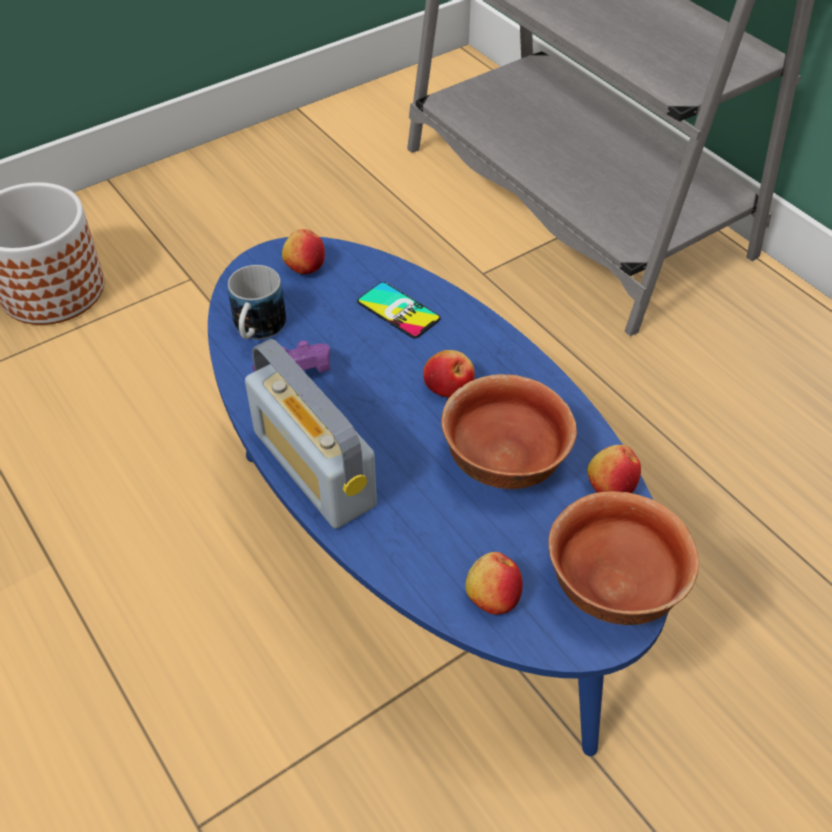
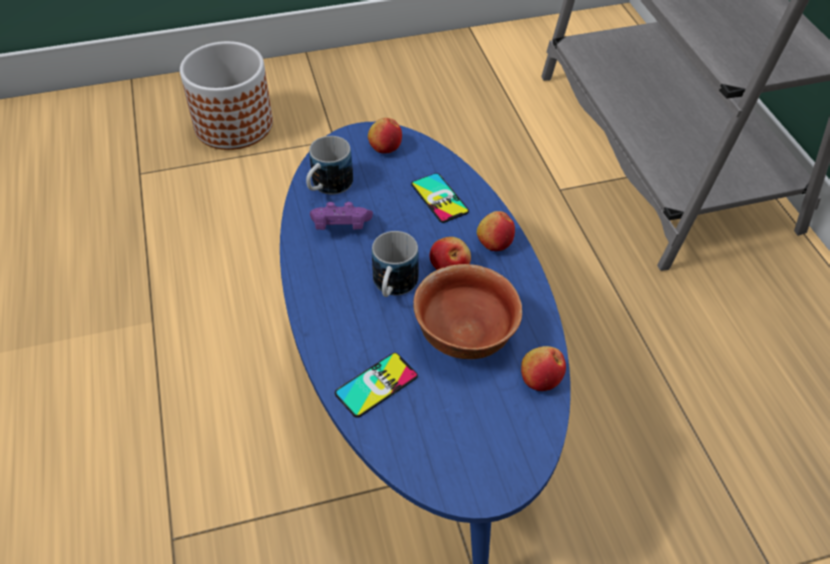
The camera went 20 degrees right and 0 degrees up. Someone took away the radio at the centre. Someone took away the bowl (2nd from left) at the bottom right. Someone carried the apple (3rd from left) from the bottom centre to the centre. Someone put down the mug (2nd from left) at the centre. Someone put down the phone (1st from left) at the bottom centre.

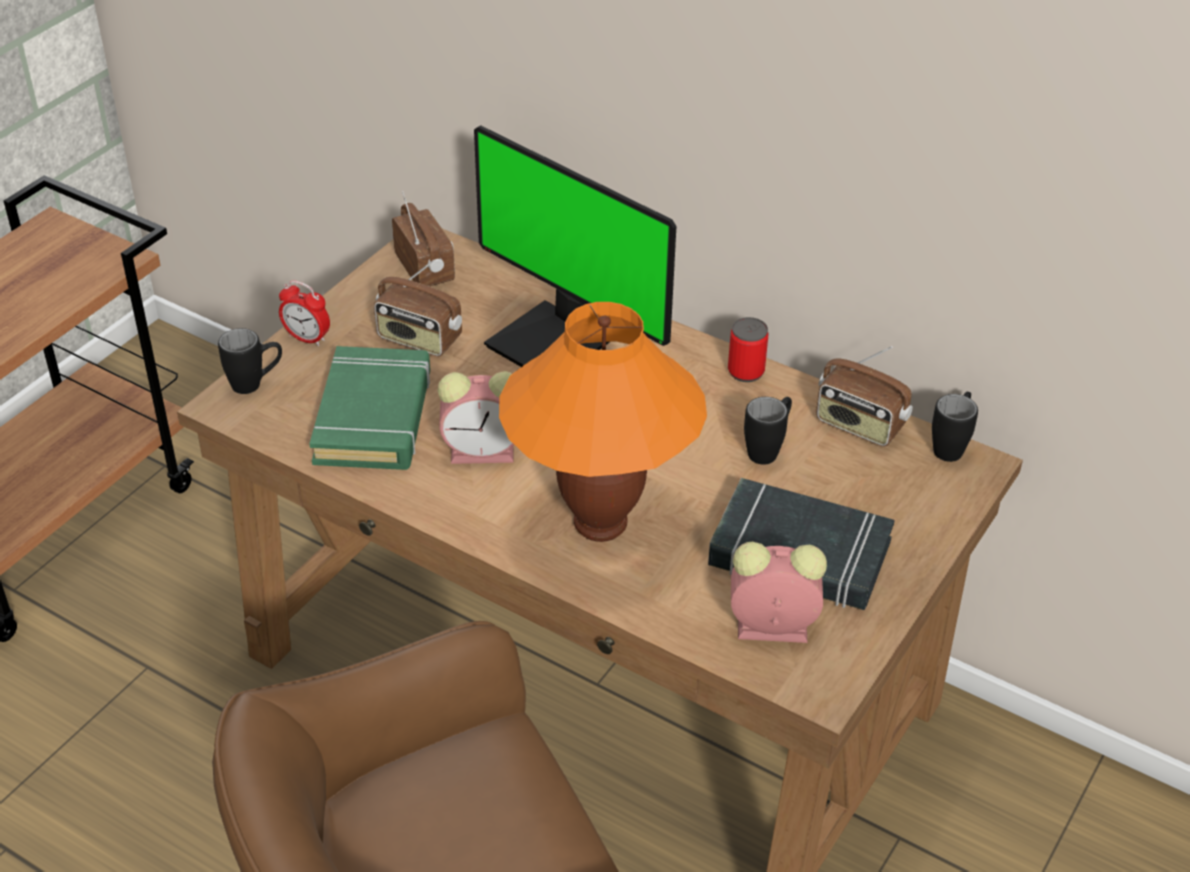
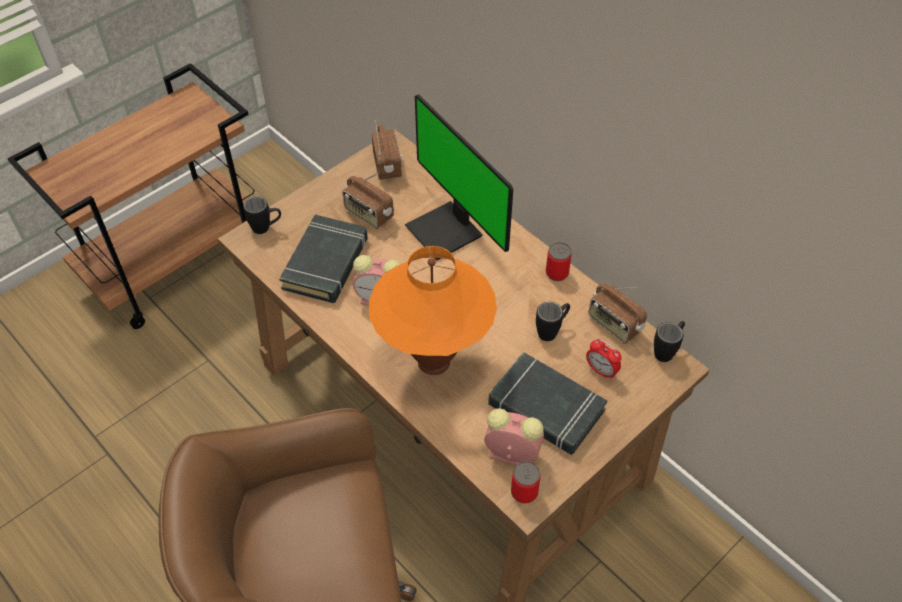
The camera went 15 degrees right and 10 degrees up. Someone carried the alarm clock (1st from left in the first image) from the middle left to the middle right. Someone repainted the book/green at the middle left, which became the book/black (1st from left) at the centre. Someone put down the can (1st from left) at the bottom centre.

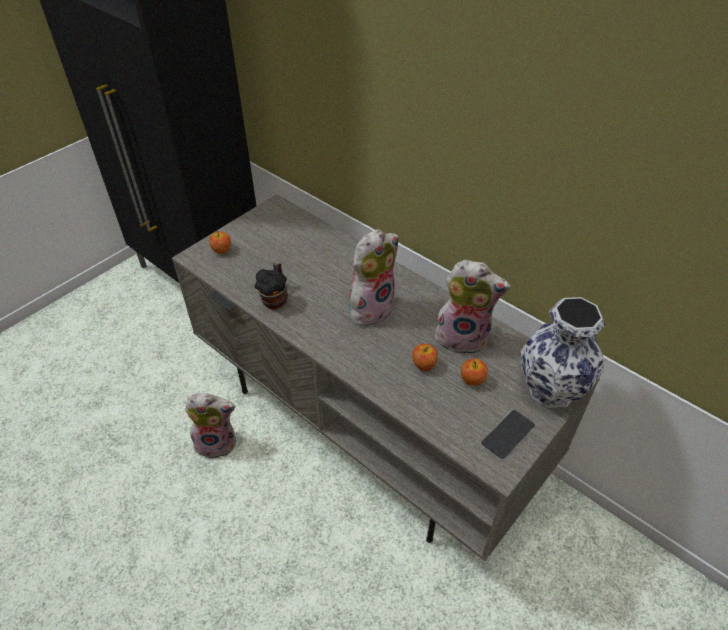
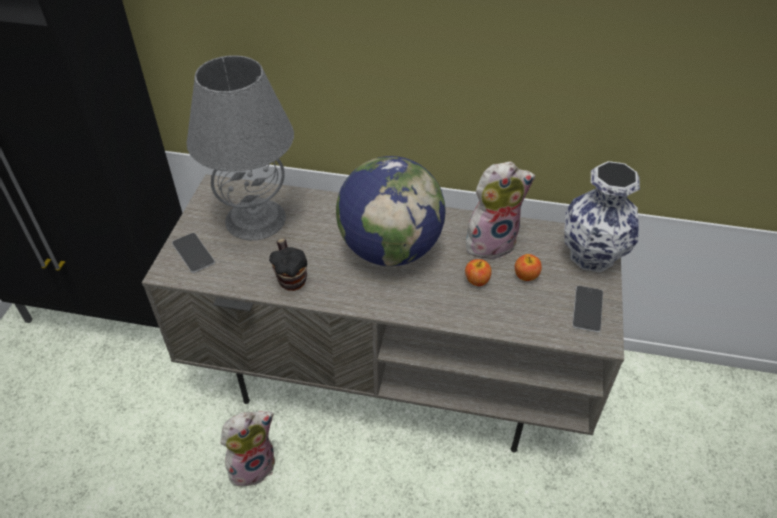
The camera went 30 degrees left and 0 degrees up. Someone swapped the plush toy (2nd from left) at the centre for the globe at the centre. Someone swapped the apple (1st from left) at the middle left for the phone (1st from left) at the middle left. Someone put down the table lamp/grey at the top left.

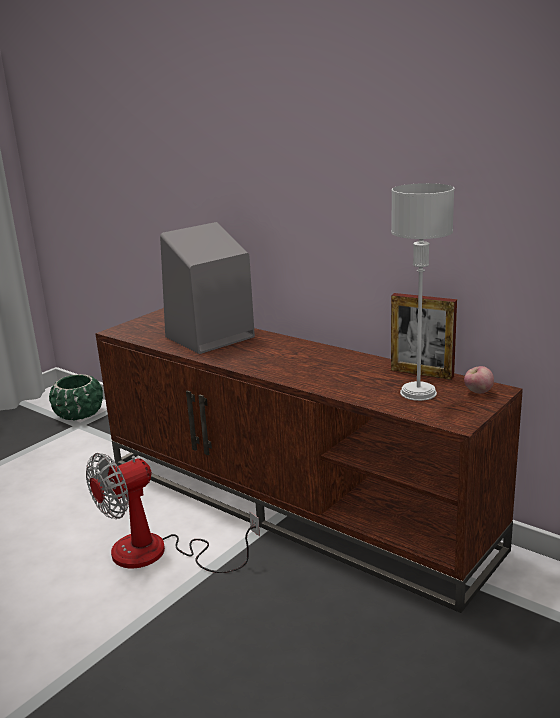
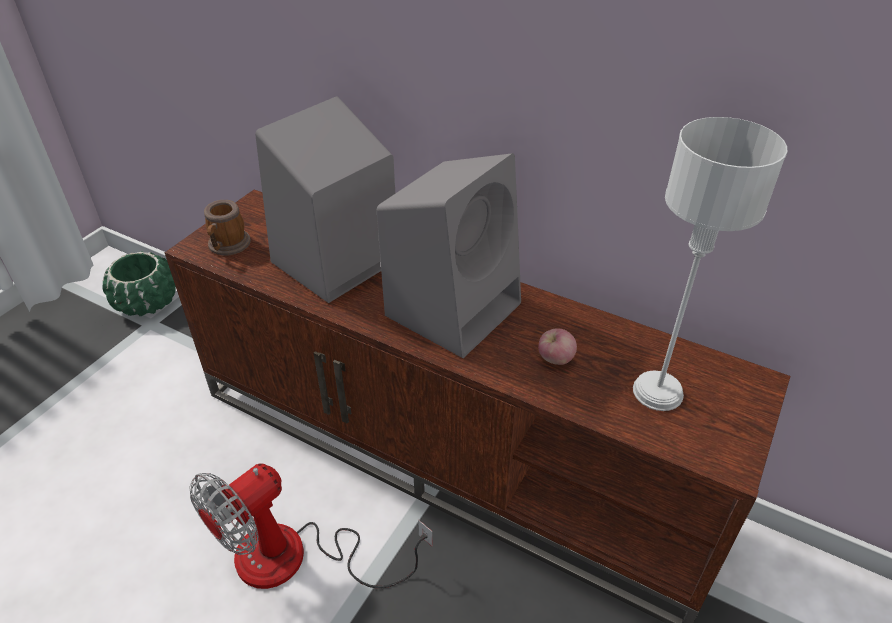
The camera went 10 degrees left and 20 degrees up. Someone took away the picture frame at the middle right. Someone carried the apple from the middle right to the centre. Someone put down the speaker/grey (2nd from left) at the centre. Someone put down the mug at the middle left.

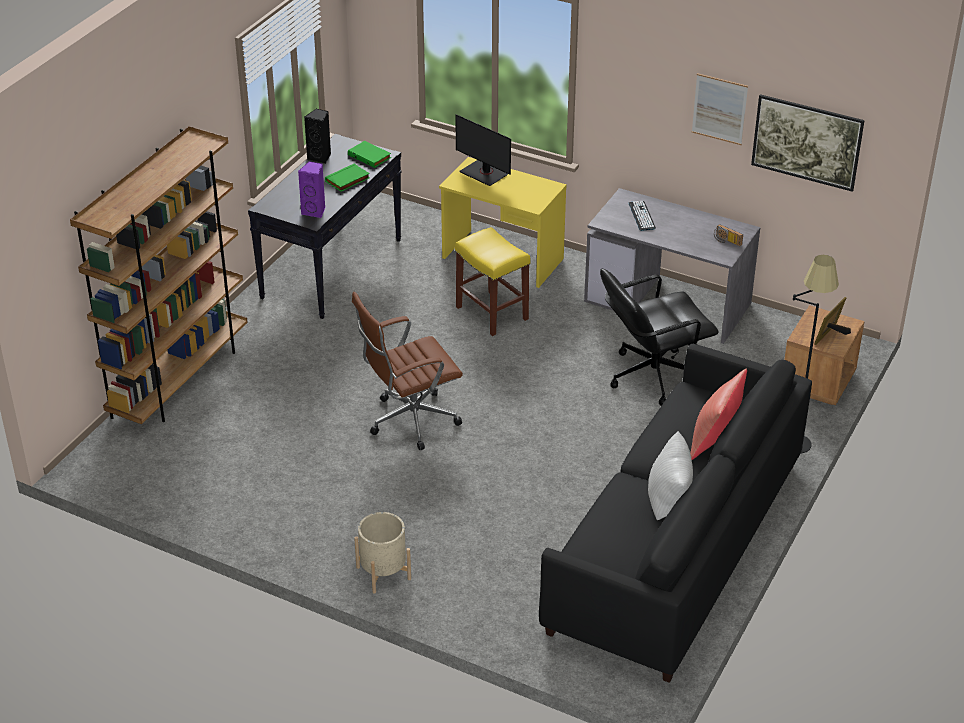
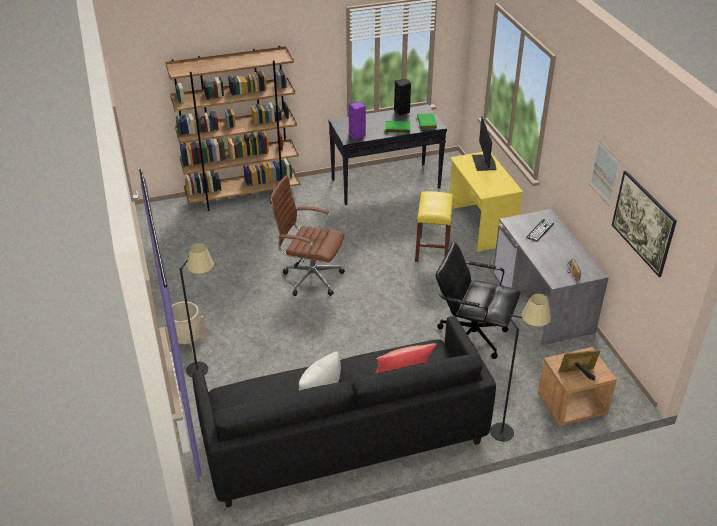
The camera went 45 degrees right and 0 degrees up. Someone put down the floor lamp/black (1st from left) at the middle left.

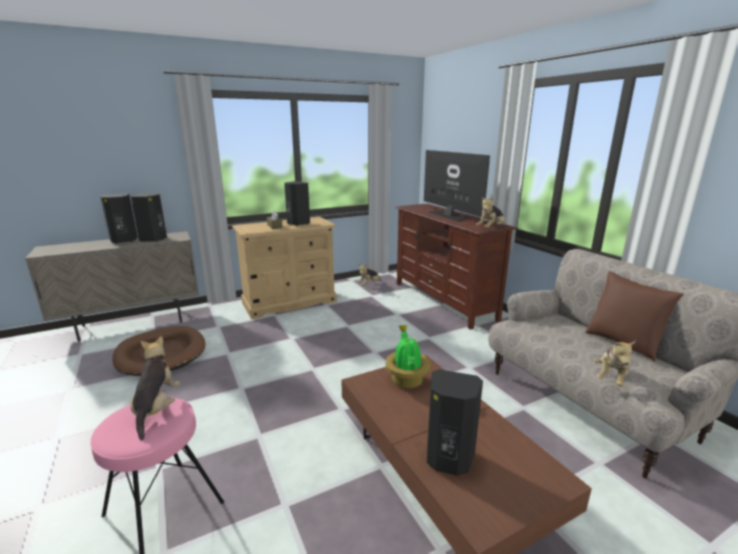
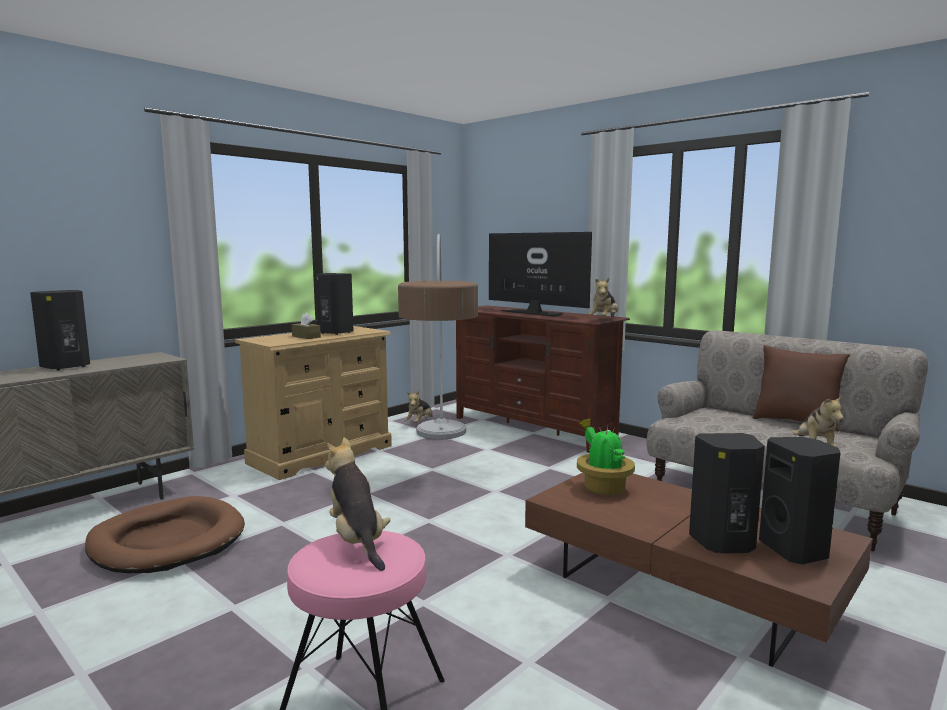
The camera went 20 degrees left and 10 degrees down. Someone carried the speaker/black (2nd from left in the first image) from the middle left to the bottom right. Someone put down the floor lamp at the centre.

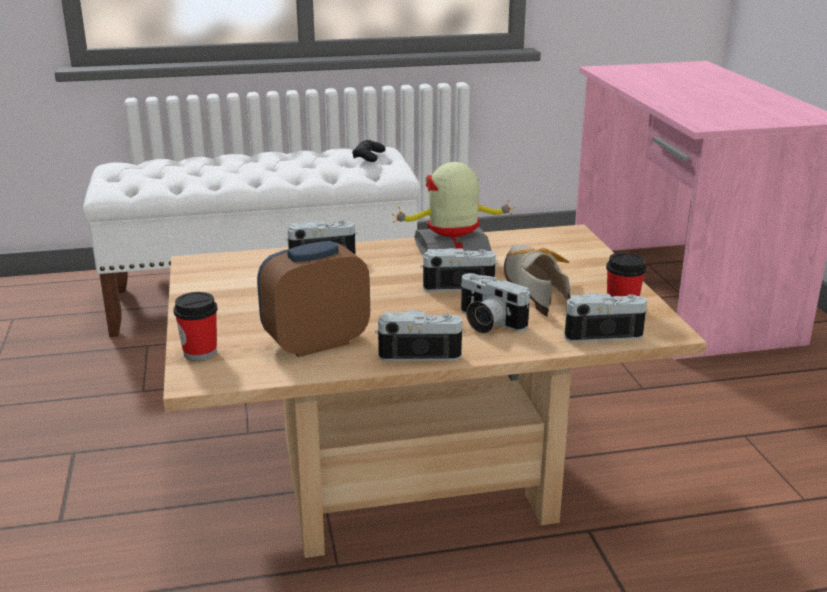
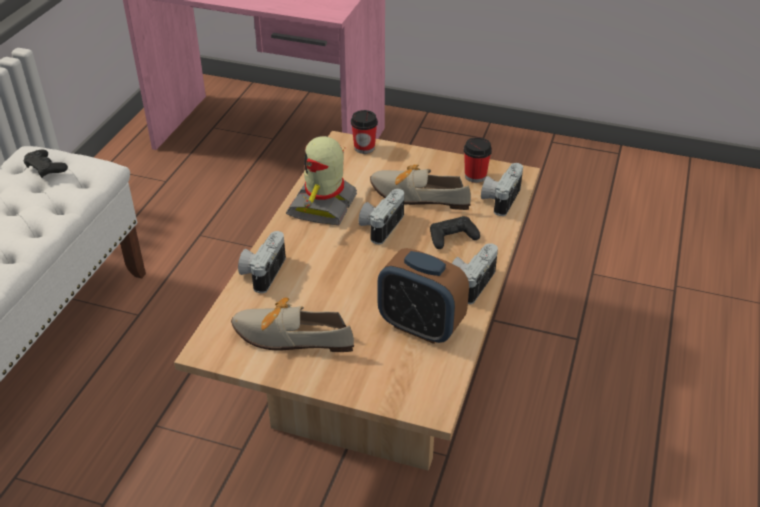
The camera went 60 degrees left and 15 degrees up. Someone rotated the alarm clock at the centre by 60 degrees counterclockwise. Someone swapped the photo camera (4th from left) at the centre for the game controller/black (2nd from left) at the centre. Someone carried the cup (1st from left) from the middle left to the top centre. Someone put down the shoe (1st from left) at the centre.

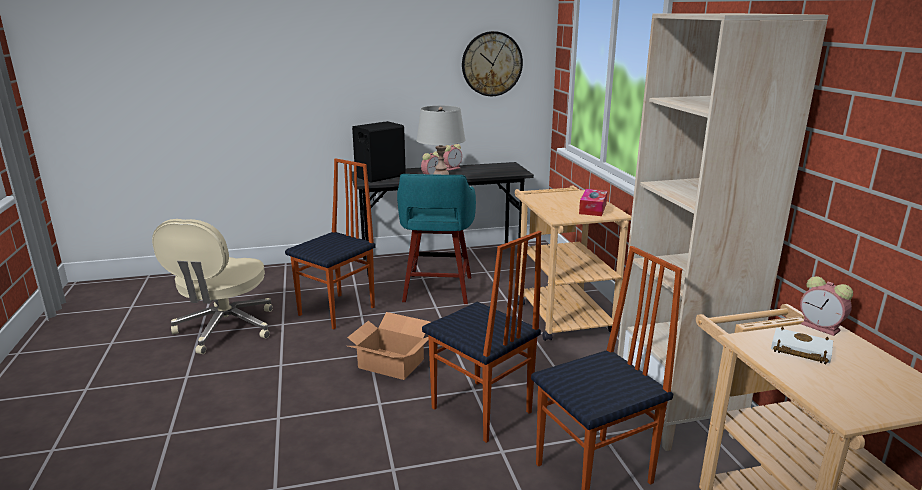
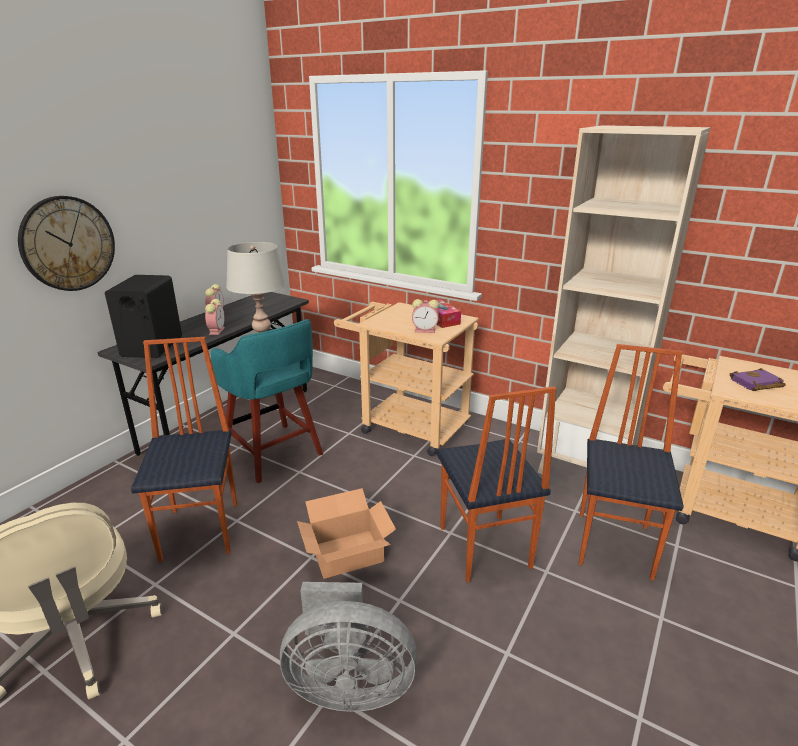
The camera went 45 degrees left and 5 degrees up. Someone carried the wall clock from the top centre to the top left. Someone rotated the chair (2nd from left) at the bottom centre by 75 degrees clockwise. Someone carried the alarm clock (3rd from left) from the middle right to the centre. Someone repainted the book/white at the bottom right, which became the book/purple at the middle right. Someone put down the fan/grey at the bottom centre.

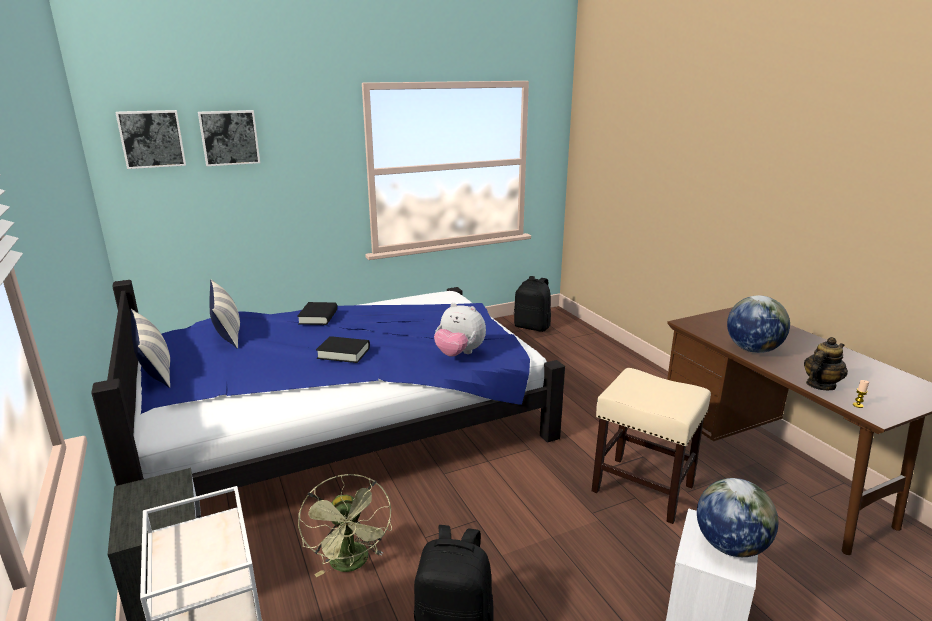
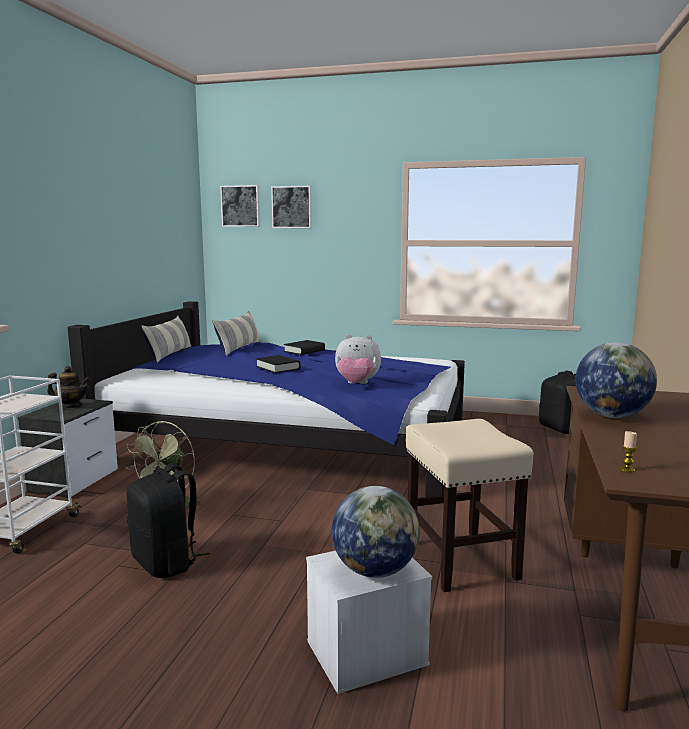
The camera went 40 degrees right and 10 degrees down. Someone rotated the plush toy at the centre by 60 degrees counterclockwise. Someone carried the teapot from the middle right to the middle left.

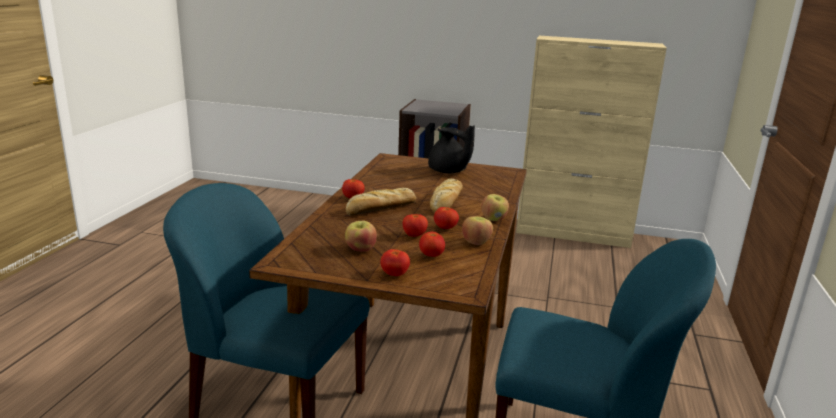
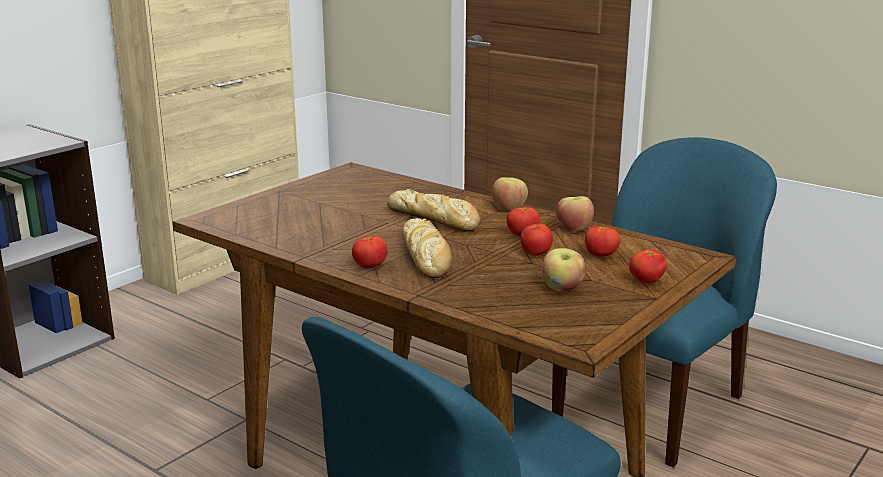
The camera went 65 degrees left and 0 degrees up. Someone took away the teapot/black at the centre.

